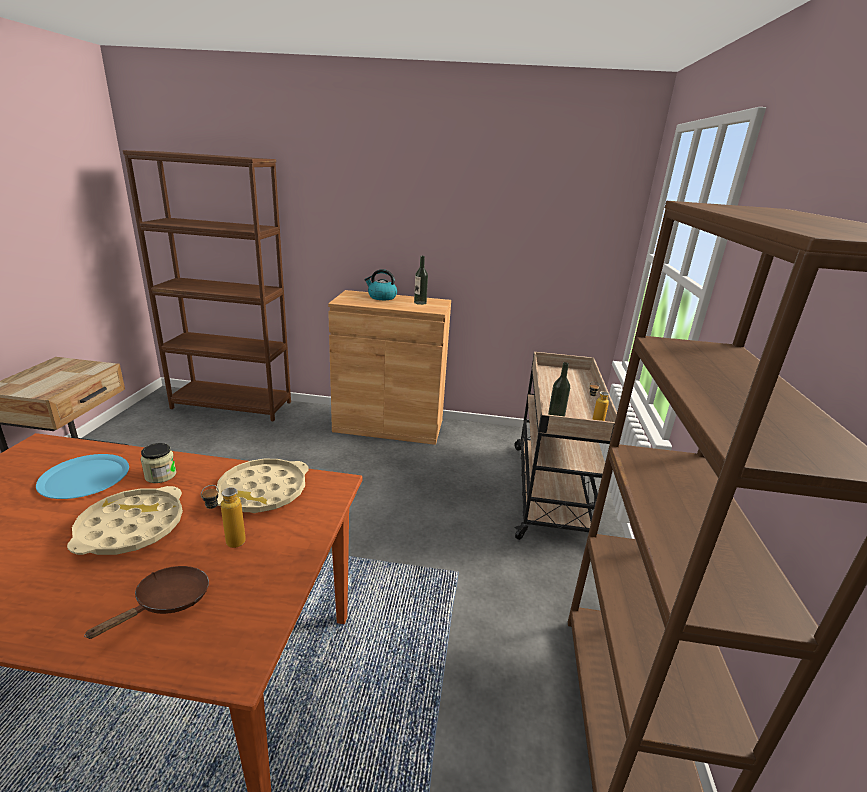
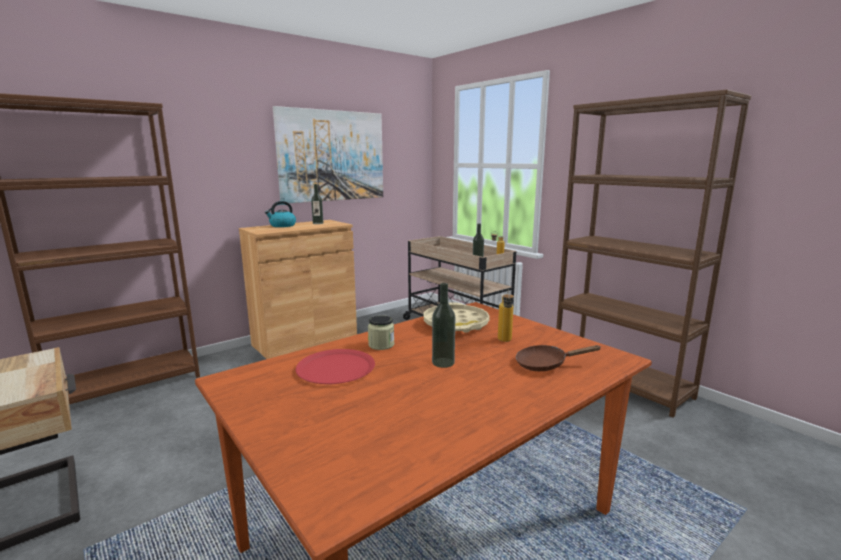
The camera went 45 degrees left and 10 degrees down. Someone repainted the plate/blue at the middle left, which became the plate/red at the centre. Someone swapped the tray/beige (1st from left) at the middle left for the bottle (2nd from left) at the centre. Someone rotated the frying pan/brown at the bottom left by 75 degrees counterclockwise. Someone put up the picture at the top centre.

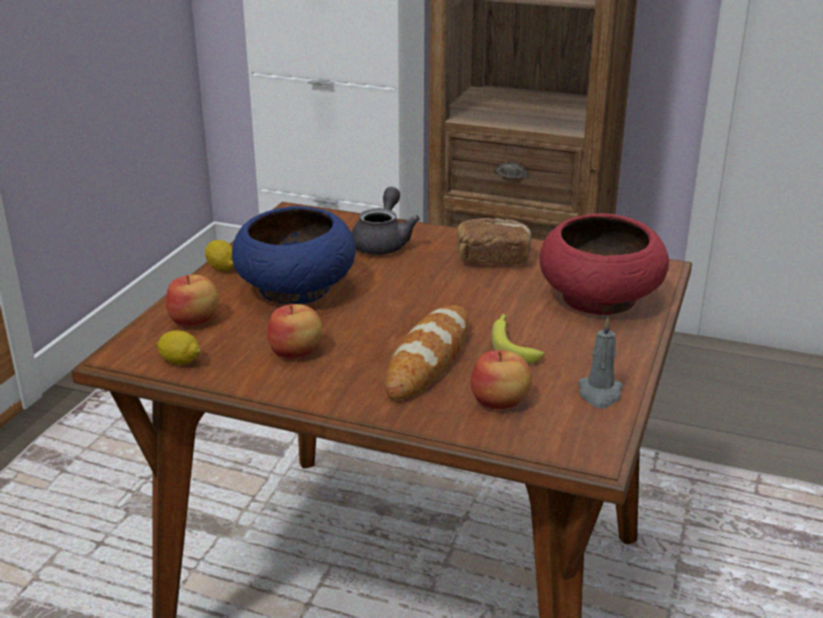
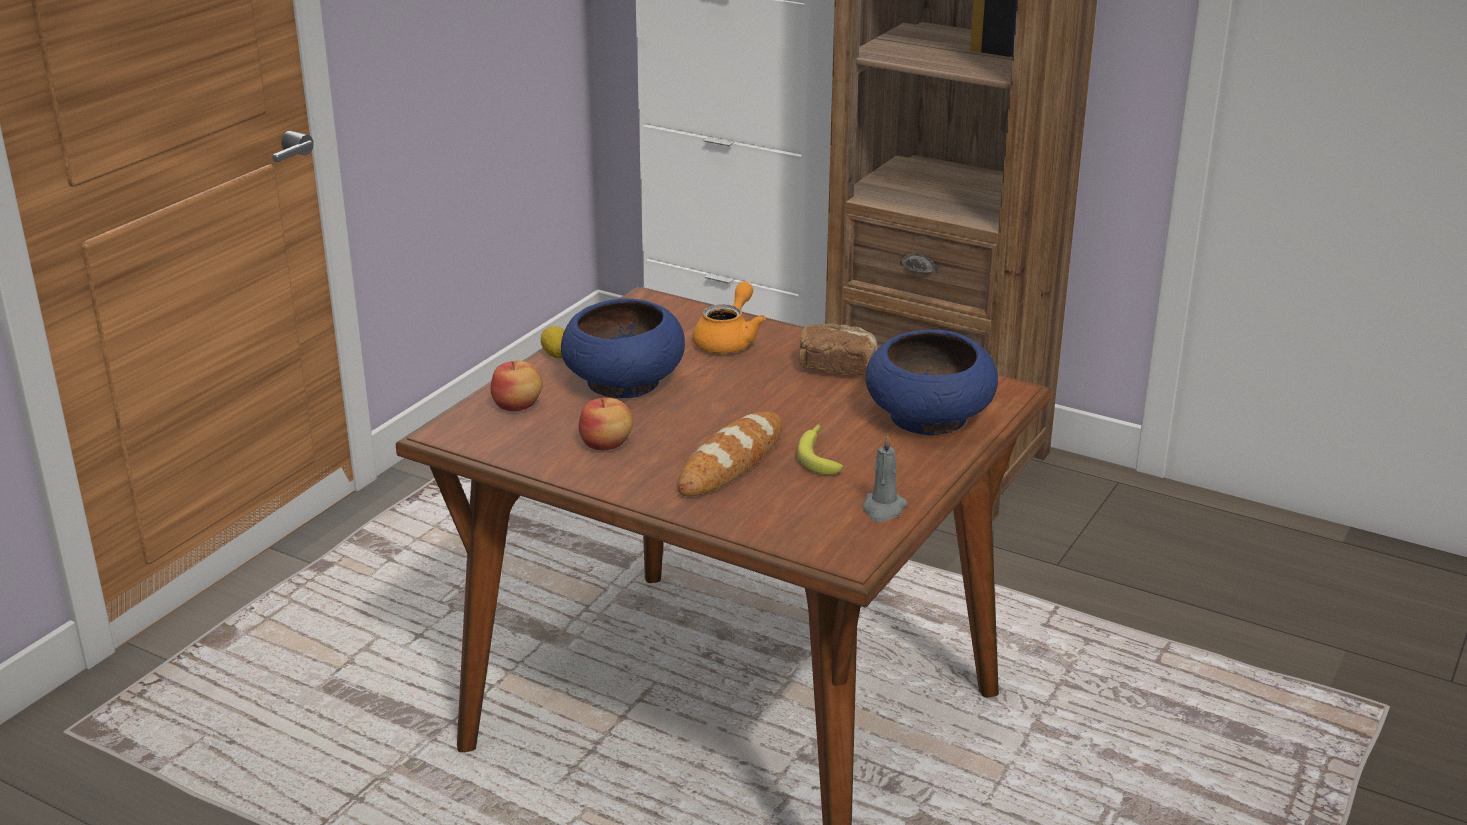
The camera went 10 degrees right and 0 degrees up. Someone repainted the teapot/grey at the centre, which became the teapot/orange at the centre. Someone repainted the bowl/red at the middle right, which became the bowl/blue (2nd from left) at the centre. Someone took away the lemon (1st from left) at the middle left. Someone took away the apple (3rd from left) at the centre.

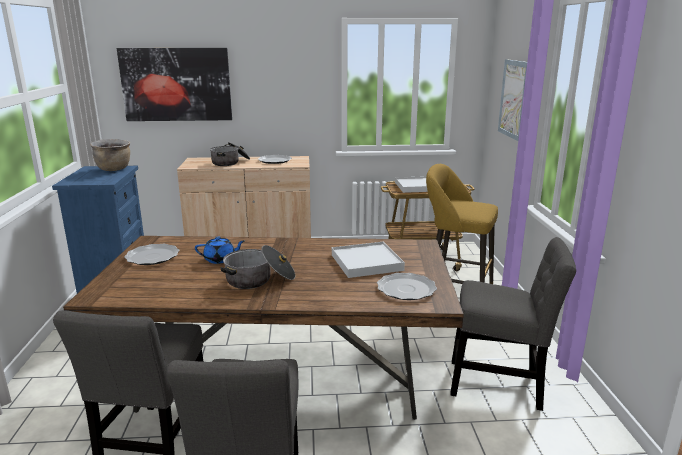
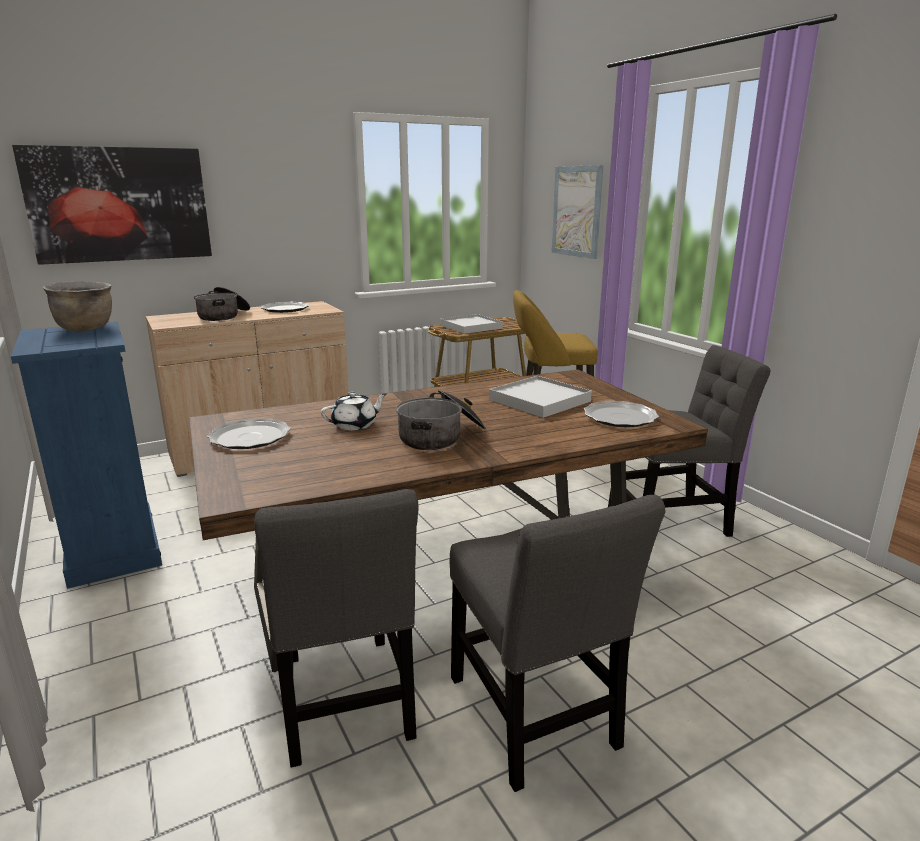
The camera went 25 degrees left and 0 degrees up. Someone repainted the teapot/blue at the middle left, which became the teapot/white at the centre.

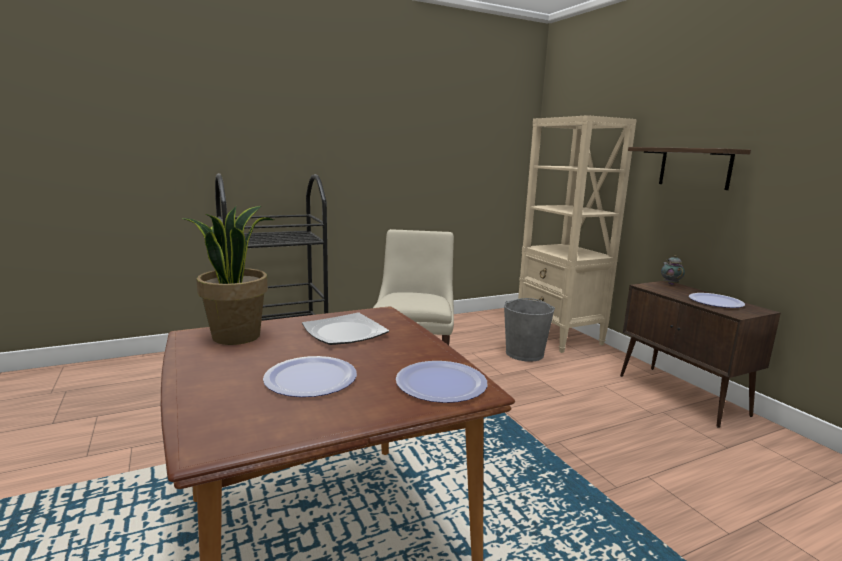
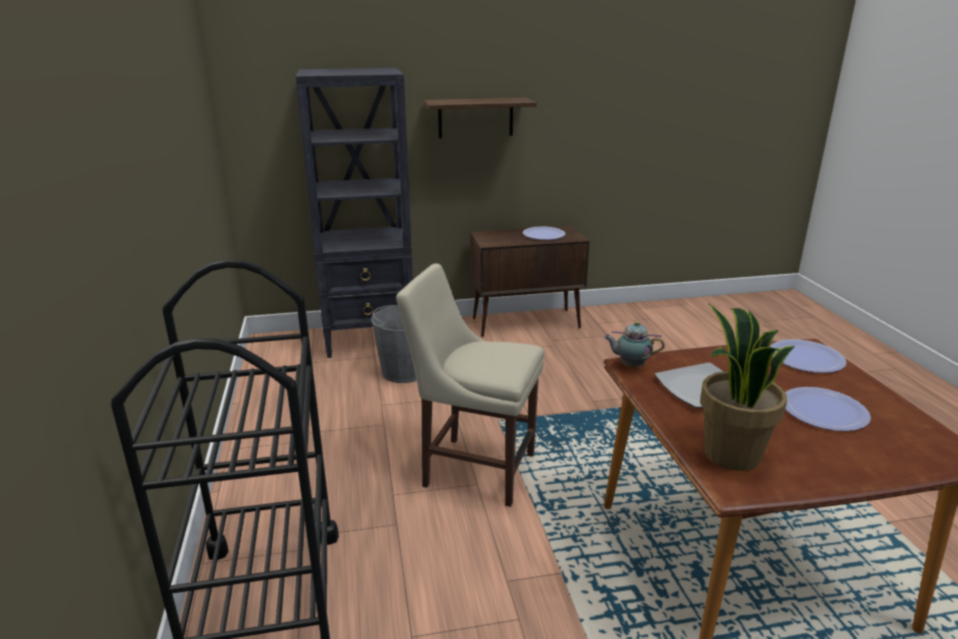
The camera went 75 degrees left and 10 degrees up. Someone repainted the bookcase/beige at the middle right, which became the bookcase/black at the centre. Someone carried the teapot from the middle right to the centre.

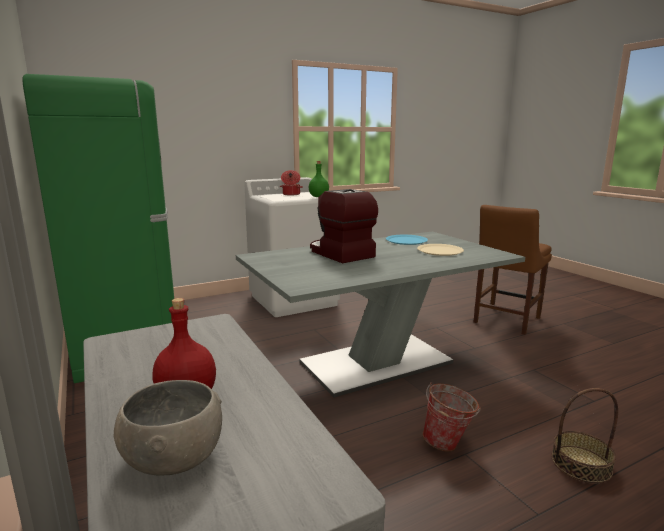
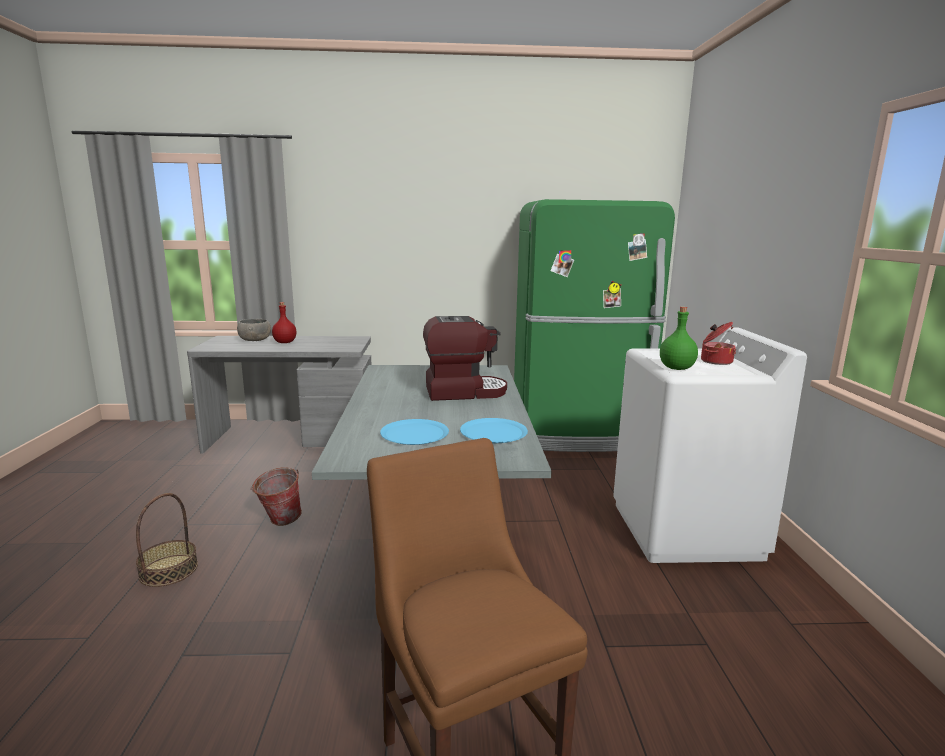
The camera went 115 degrees right and 0 degrees up. Someone repainted the plate/beige at the centre, which became the plate/blue (1st from left) at the centre.

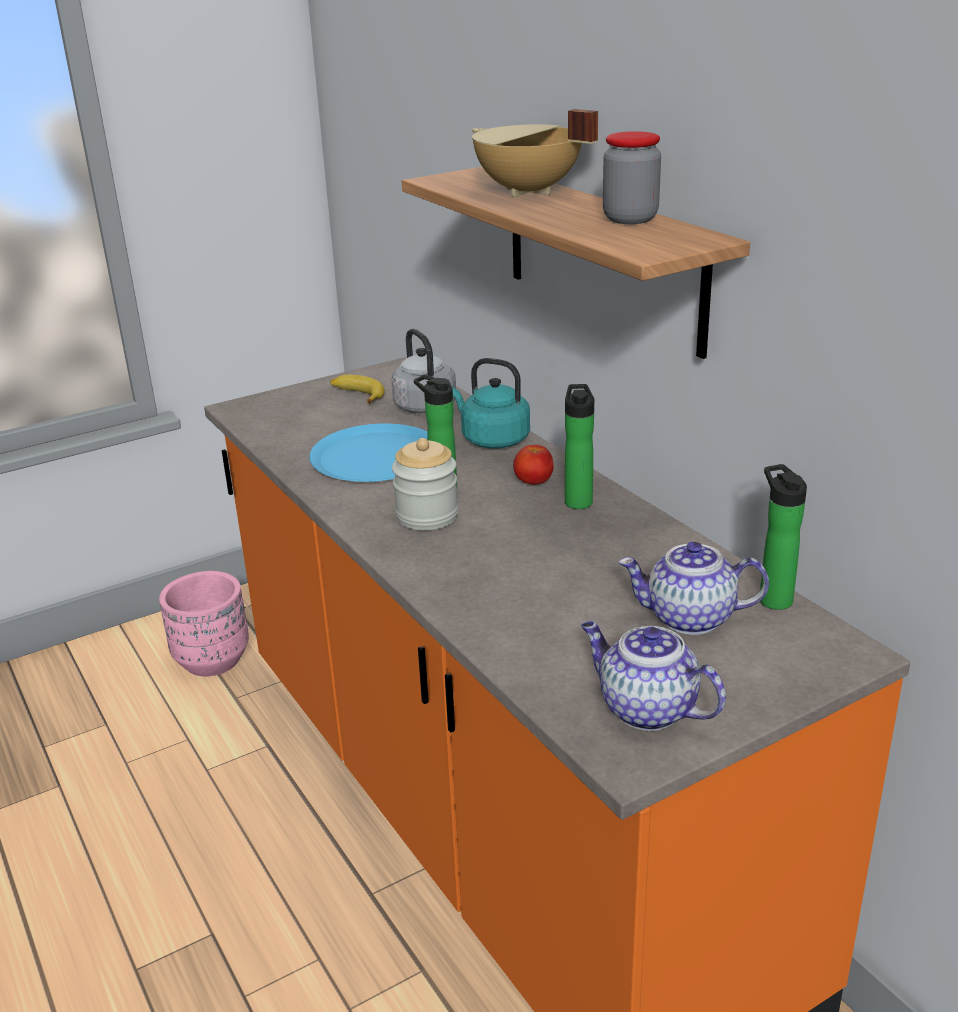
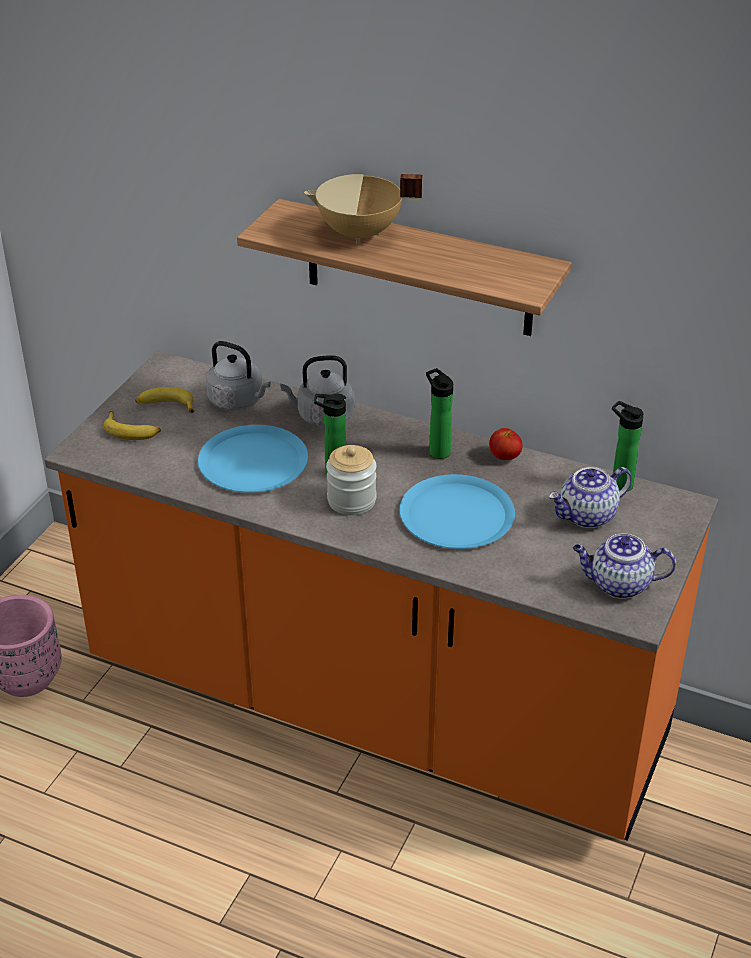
The camera went 35 degrees left and 10 degrees up. Someone took away the jar (2nd from left) at the top centre. Someone repainted the kettle/turquoise at the centre, which became the kettle/grey (2nd from left) at the centre. Someone carried the tomato from the centre to the middle right. Someone put down the banana (1st from left) at the middle left. Someone put down the plate/blue (2nd from left) at the centre.

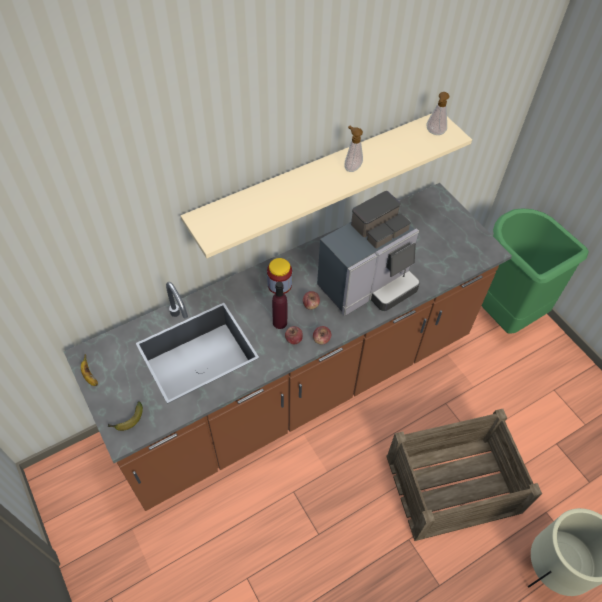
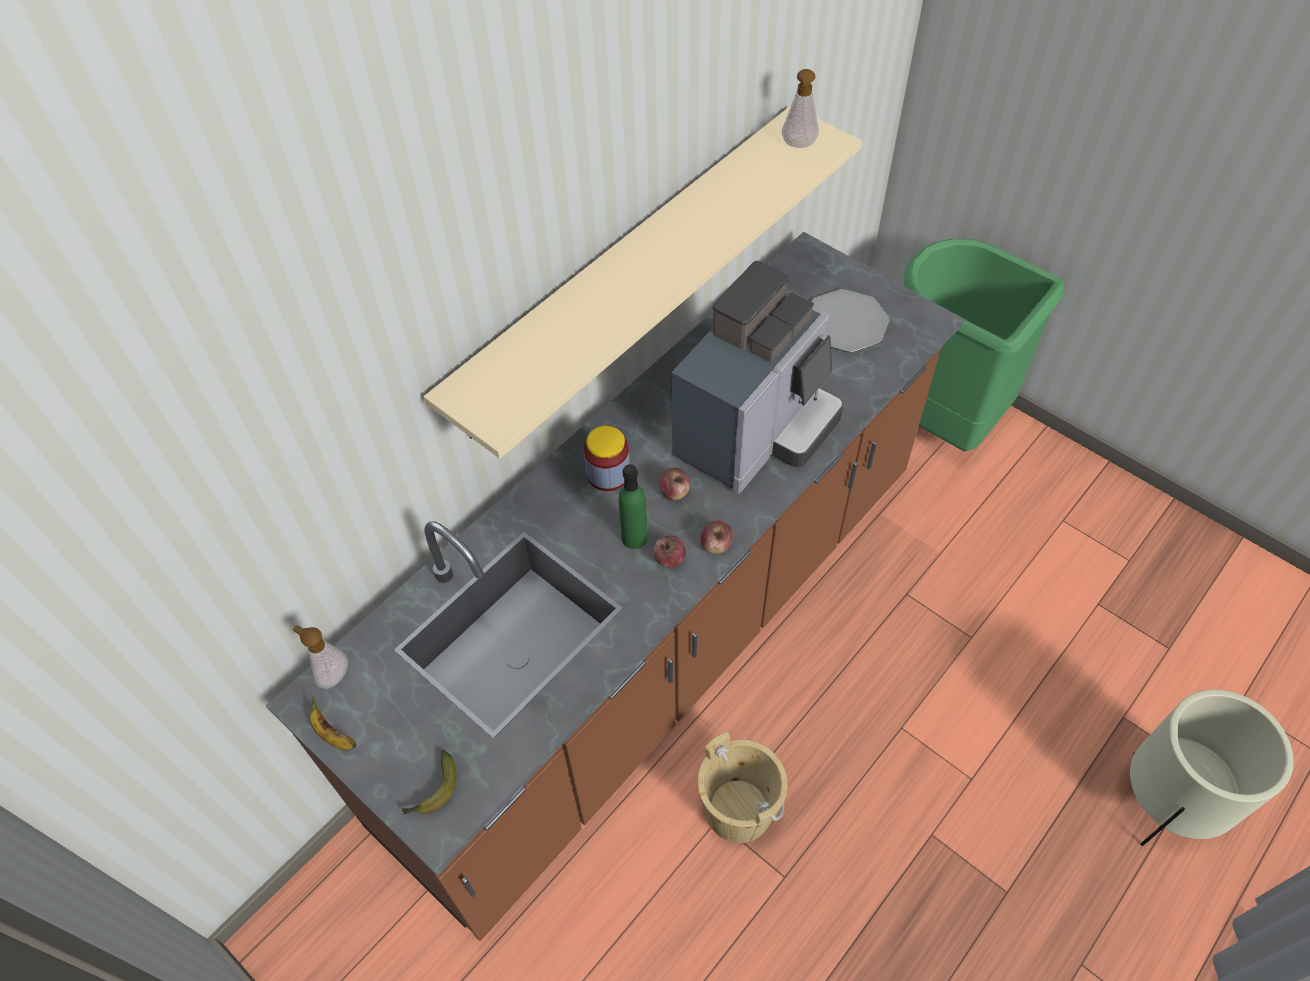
The camera went 15 degrees left and 0 degrees up. Someone carried the soap dispenser (1st from left) from the top centre to the bottom left. Someone repainted the bottle/purple at the centre, which became the bottle/green at the centre. Someone took away the crate at the bottom right. Someone put down the plate at the top centre. Someone put down the bucket/beige at the bottom centre.

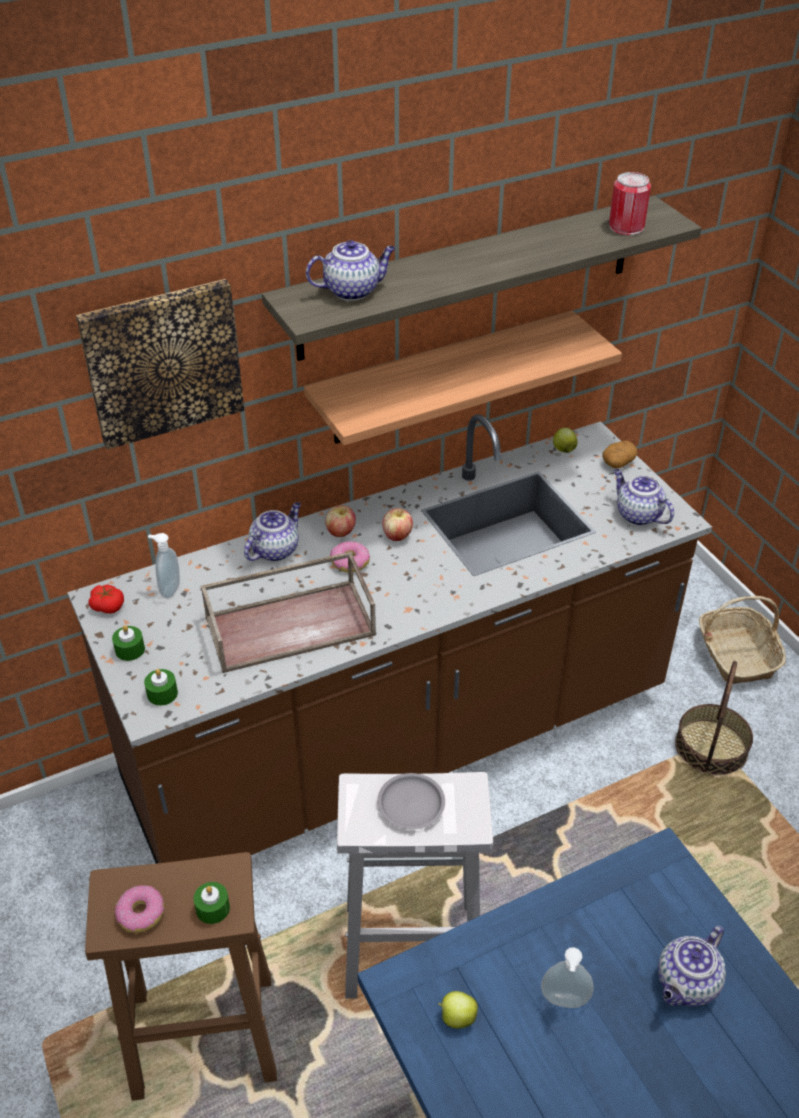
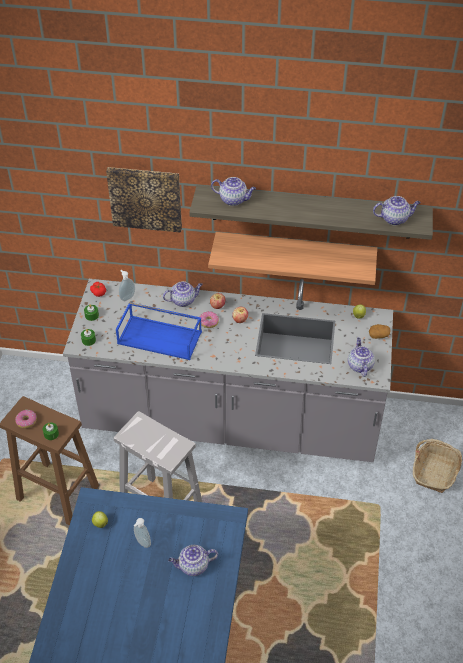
The camera went 35 degrees right and 5 degrees up. Someone swapped the can at the top right for the teapot (5th from left) at the top right. Someone repainted the counter/brown at the centre, which became the counter/grey at the centre. Someone repainted the tray/brown at the centre, which became the tray/blue at the centre. Someone took away the basket (1st from left) at the middle right. Someone took away the plate/grey at the bottom centre.

